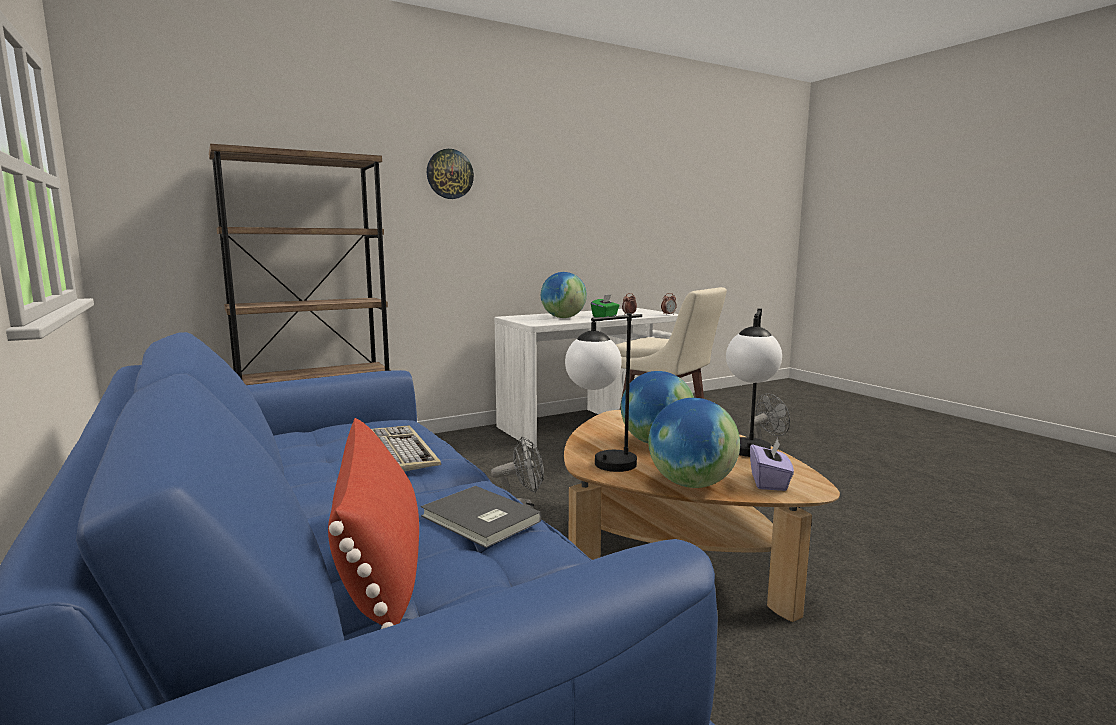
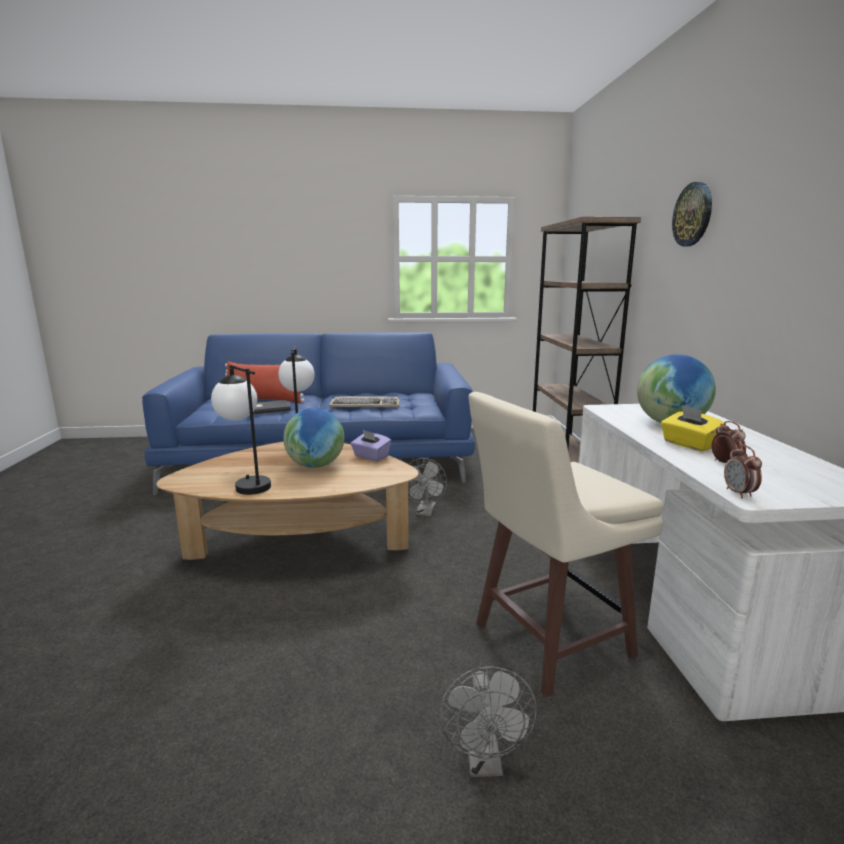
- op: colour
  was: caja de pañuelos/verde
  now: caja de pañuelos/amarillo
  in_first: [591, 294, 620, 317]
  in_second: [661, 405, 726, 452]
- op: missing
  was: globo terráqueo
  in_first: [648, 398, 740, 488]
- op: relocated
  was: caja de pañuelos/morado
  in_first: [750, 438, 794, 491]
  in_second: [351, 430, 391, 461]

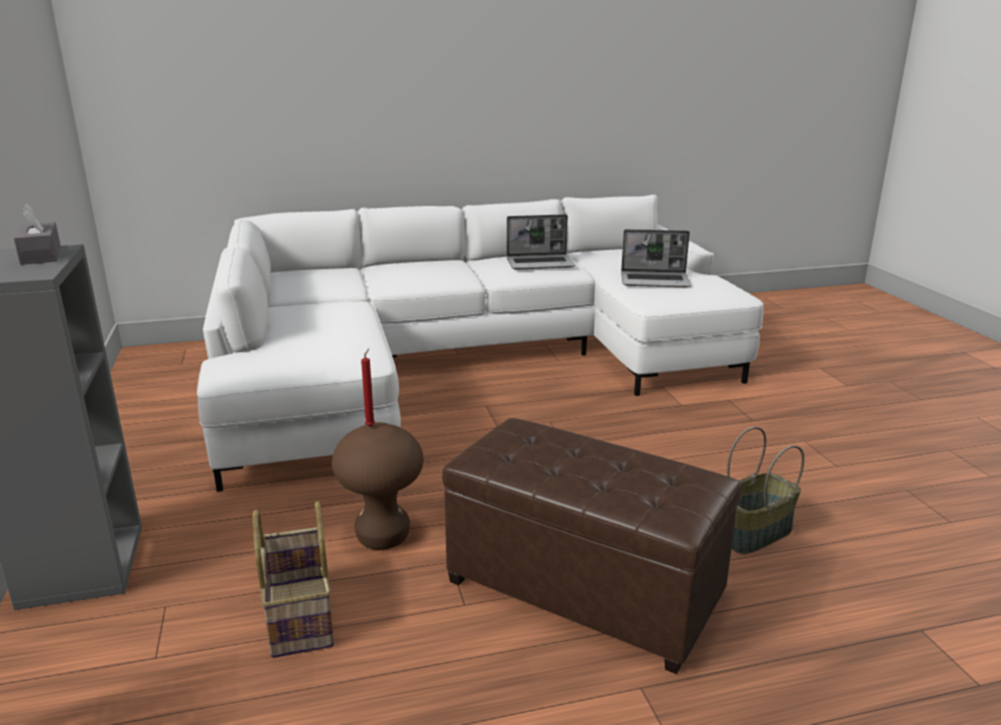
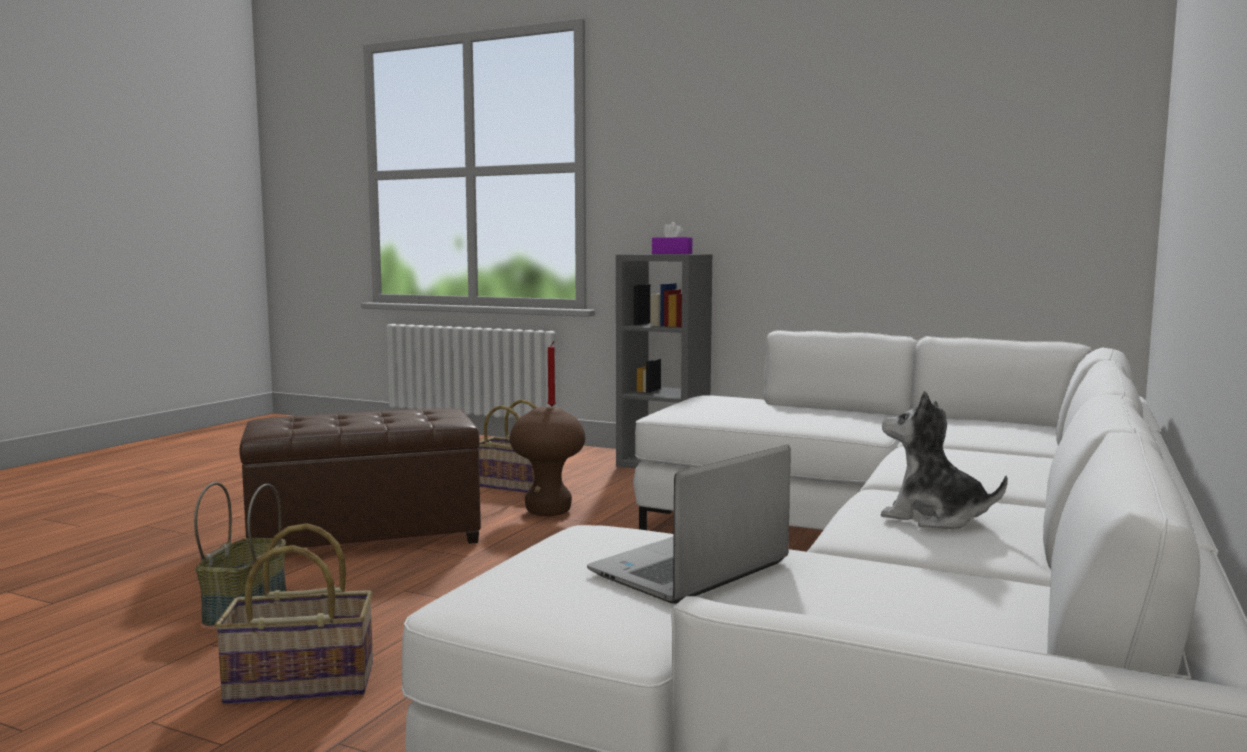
- op: colour
  was: caja de pañuelos/gris
  now: caja de pañuelos/morado
  in_first: [14, 204, 61, 265]
  in_second: [652, 222, 692, 254]
- op: exchanged
  was: portátil
  now: peluche
  in_first: [507, 214, 575, 270]
  in_second: [881, 391, 1008, 529]
- op: appeared
  now: cesta
  in_second: [214, 523, 373, 704]

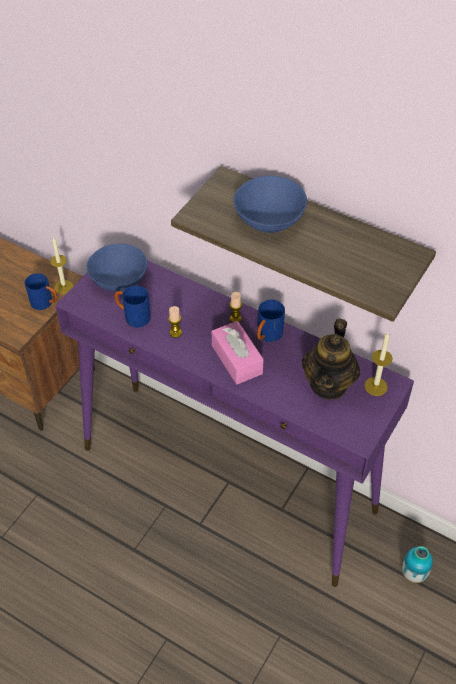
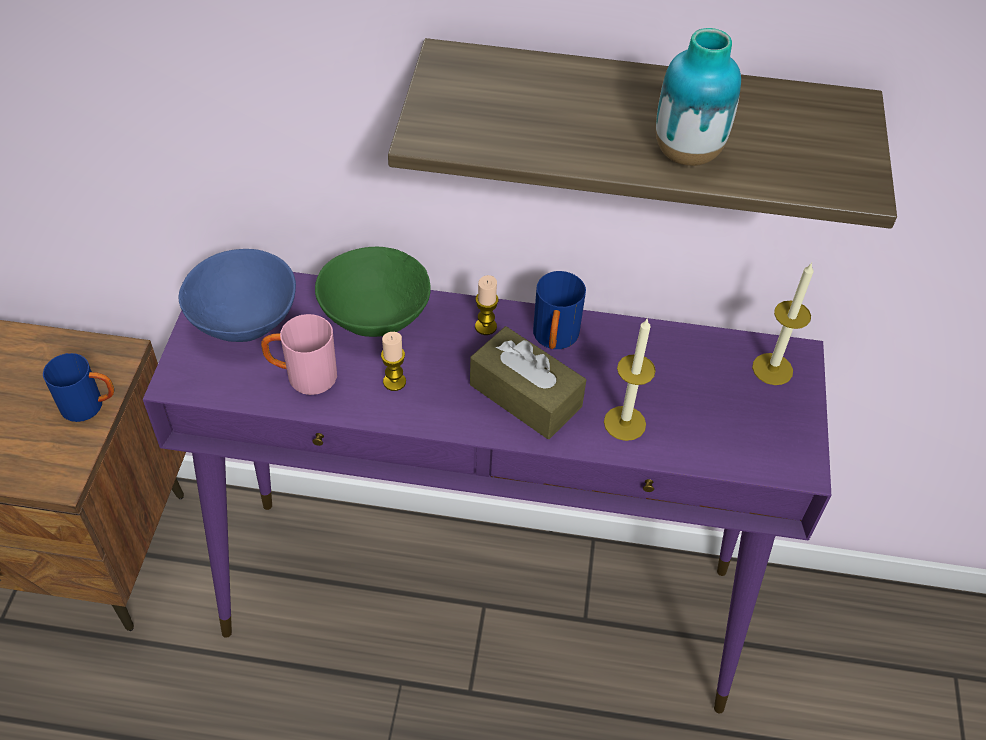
- op: relocated
  was: vela
  in_first: [50, 237, 73, 294]
  in_second: [604, 319, 656, 441]
- op: colour
  was: taza grande/azul
  now: taza grande/rosa
  in_first: [115, 286, 151, 328]
  in_second: [261, 314, 337, 395]
- op: colour
  was: caja de pañuelos/rosa
  now: caja de pañuelos/marrón
  in_first: [212, 321, 264, 384]
  in_second: [470, 326, 586, 439]
- op: missing
  was: cuenco/azul
  in_first: [233, 176, 307, 233]
- op: missing
  was: tetera
  in_first: [302, 318, 360, 400]
- op: relocated
  was: florero
  in_first: [402, 546, 433, 583]
  in_second: [656, 28, 741, 166]
- op: appeared
  now: cuenco/verde
  in_second: [315, 247, 431, 337]

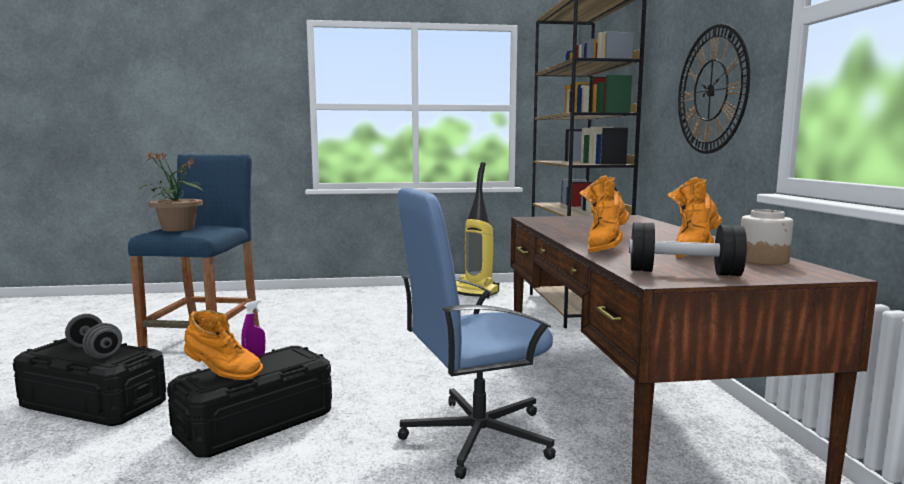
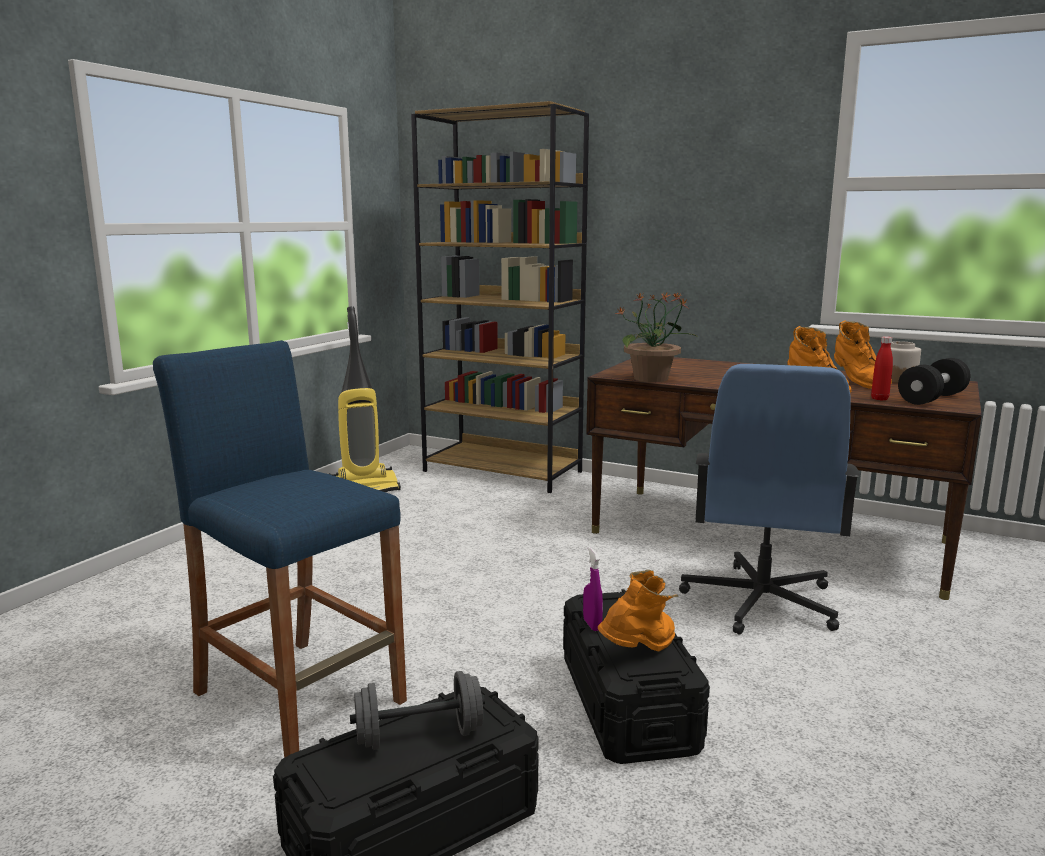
- op: relocated
  was: planta en maceta
  in_first: [139, 152, 203, 231]
  in_second: [615, 291, 696, 382]
- op: missing
  was: reloj de pared
  in_first: [678, 24, 750, 154]
- op: appeared
  now: botella/rojo
  in_second: [871, 336, 893, 400]

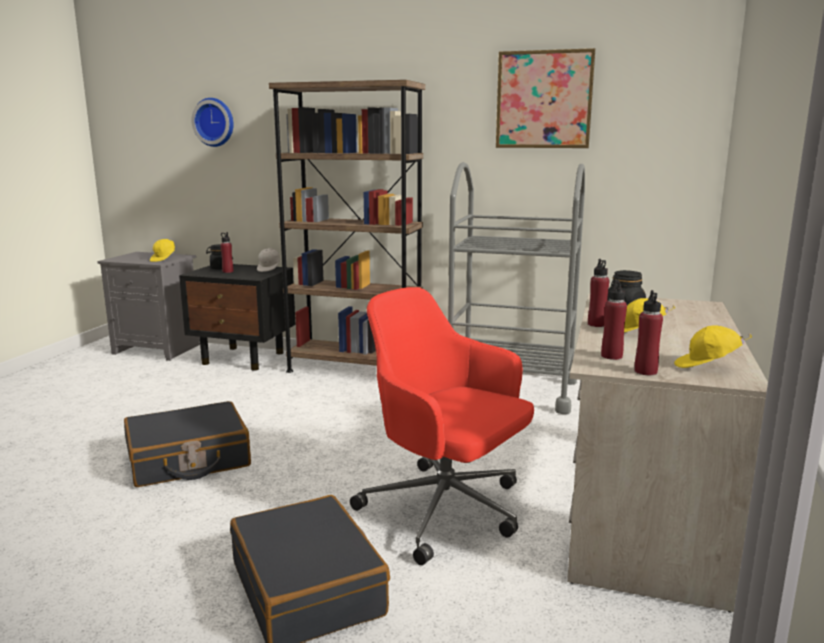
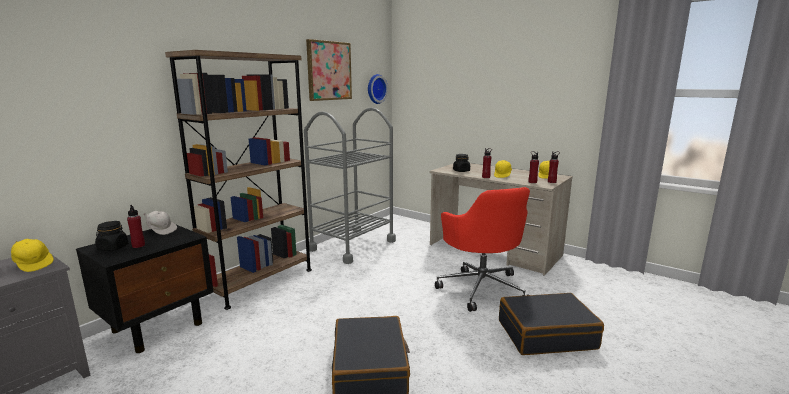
- op: relocated
  was: reloj de pared
  in_first: [191, 98, 234, 147]
  in_second: [368, 74, 388, 104]
- op: spun
  was: silla de oficina/rojo
  in_first: [350, 287, 534, 565]
  in_second: [435, 187, 530, 312]
  clockwise: -75

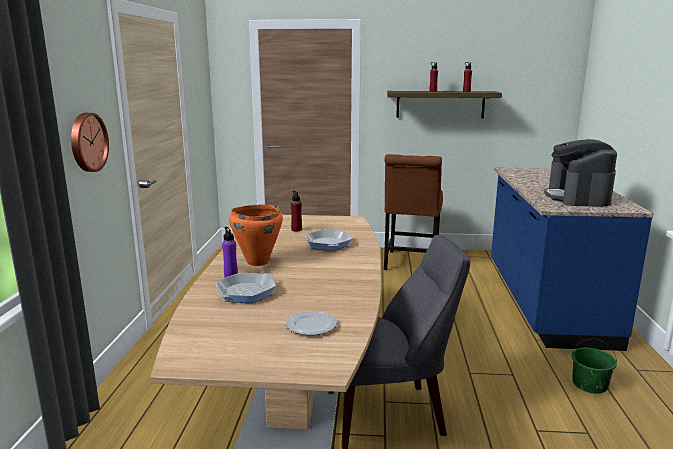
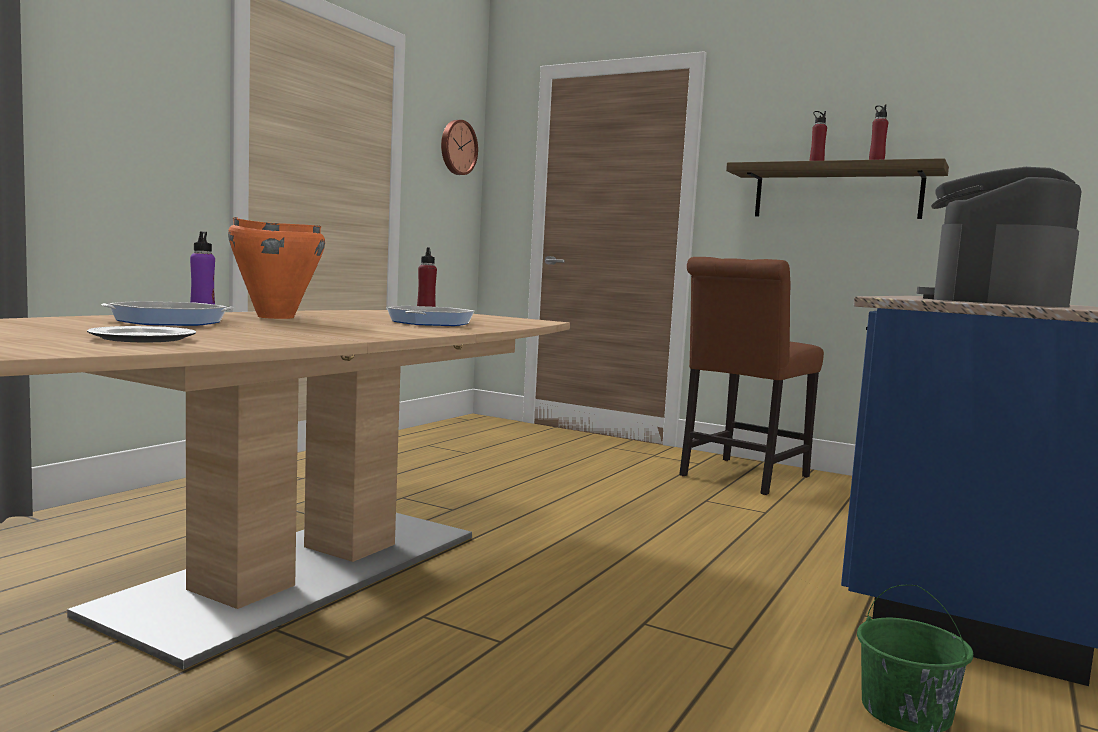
- op: relocated
  was: reloj de pared
  in_first: [71, 113, 109, 172]
  in_second: [441, 120, 478, 175]
- op: missing
  was: silla/gris
  in_first: [328, 235, 470, 449]

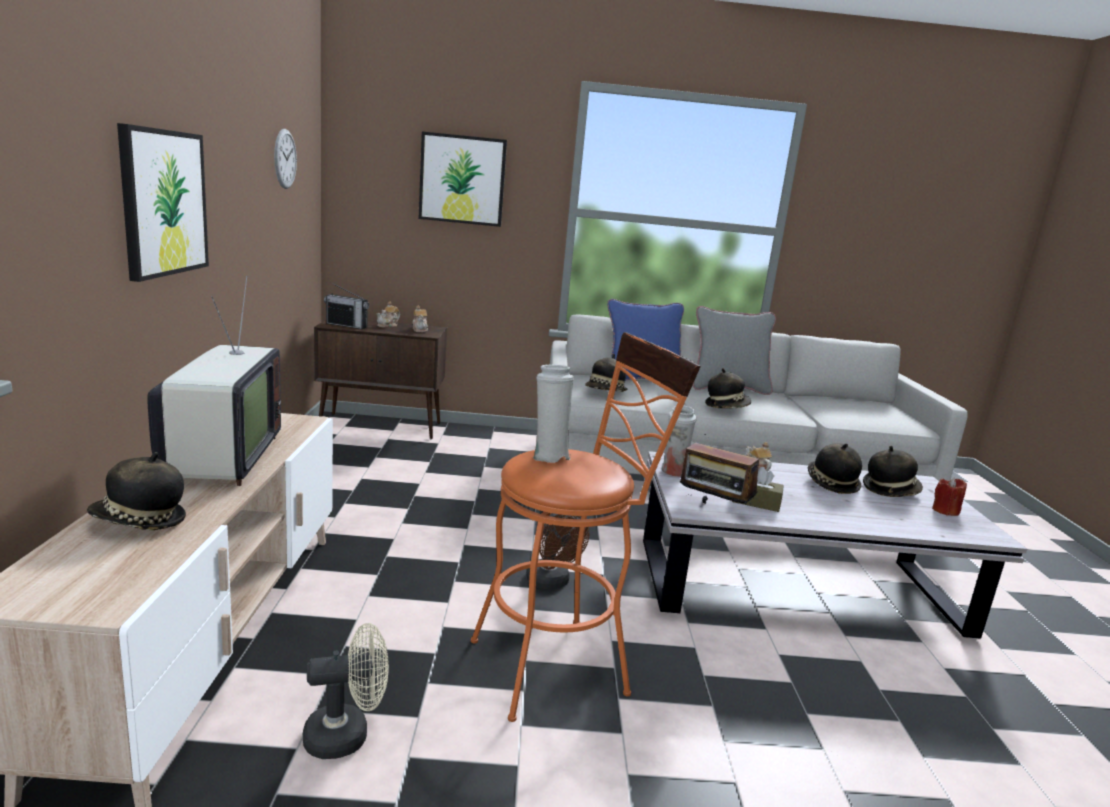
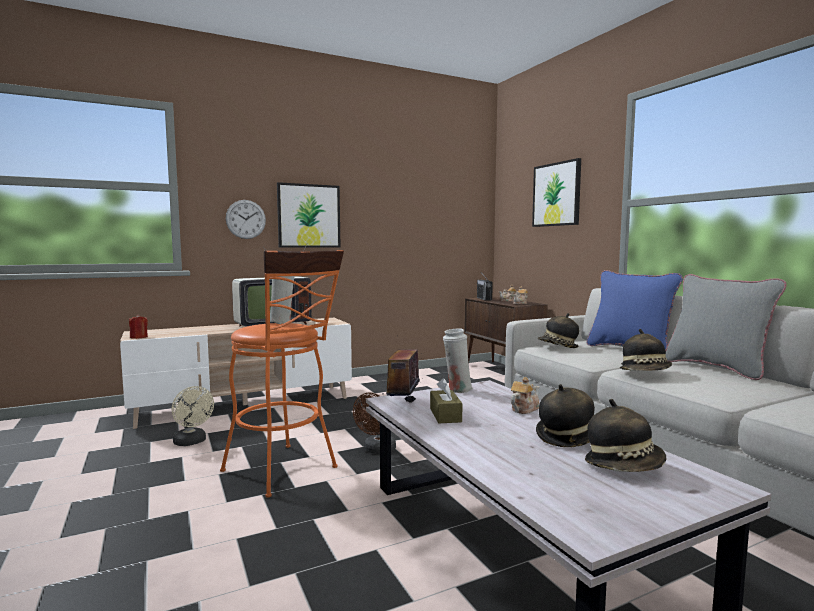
- op: missing
  was: sombrero
  in_first: [87, 452, 186, 530]
- op: relocated
  was: reloj de pared
  in_first: [274, 129, 297, 189]
  in_second: [226, 200, 266, 239]
- op: relocated
  was: vela/rojo
  in_first: [932, 477, 967, 516]
  in_second: [129, 314, 148, 339]

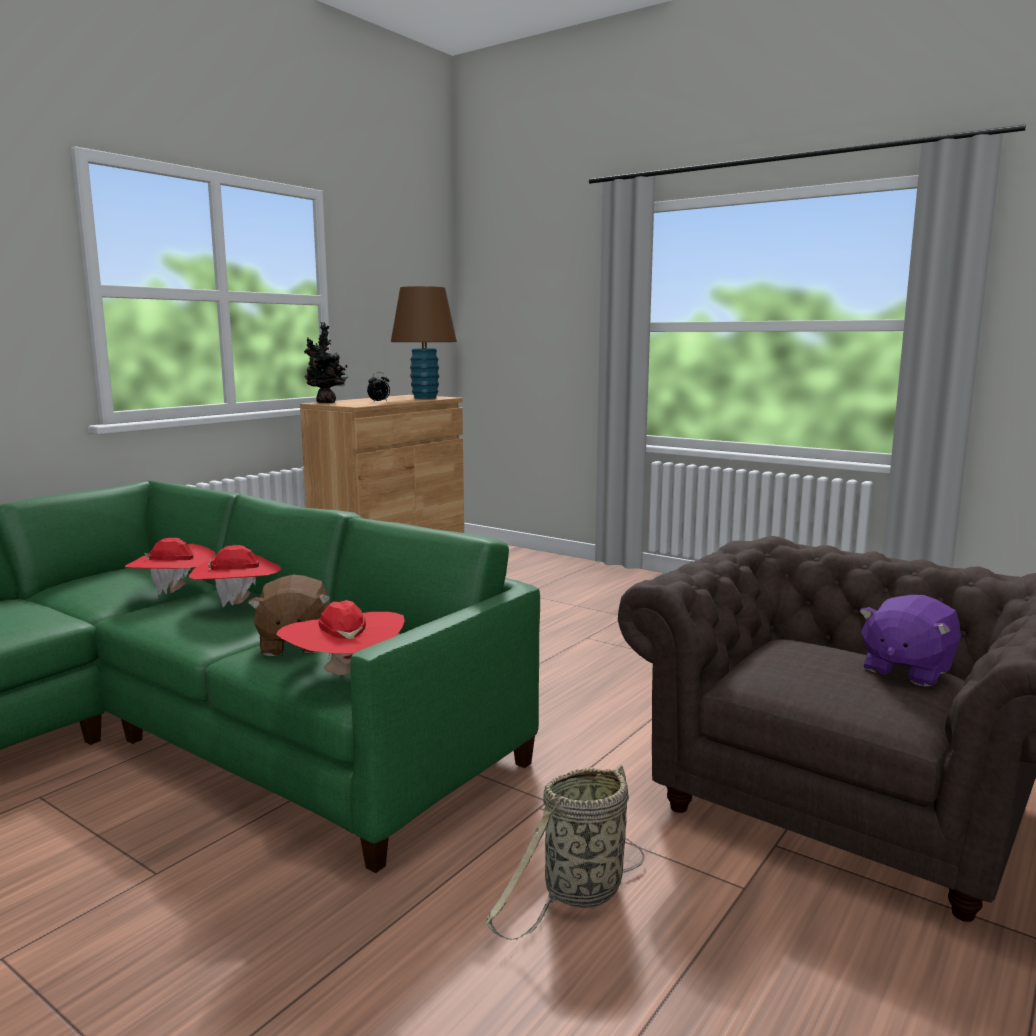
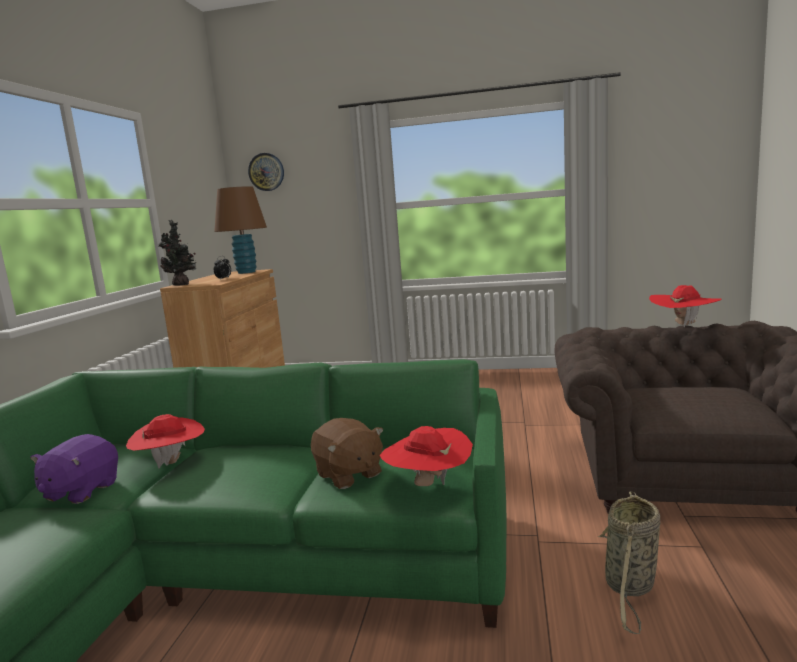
- op: relocated
  was: sombrero/rojo
  in_first: [189, 545, 281, 607]
  in_second: [649, 285, 722, 328]
- op: relocated
  was: peluche/morado
  in_first: [859, 595, 961, 687]
  in_second: [30, 434, 118, 504]
- op: appeared
  now: reloj de pared
  in_second: [248, 153, 284, 191]

